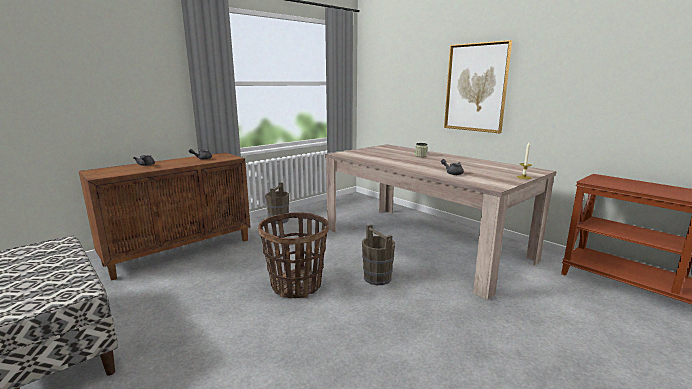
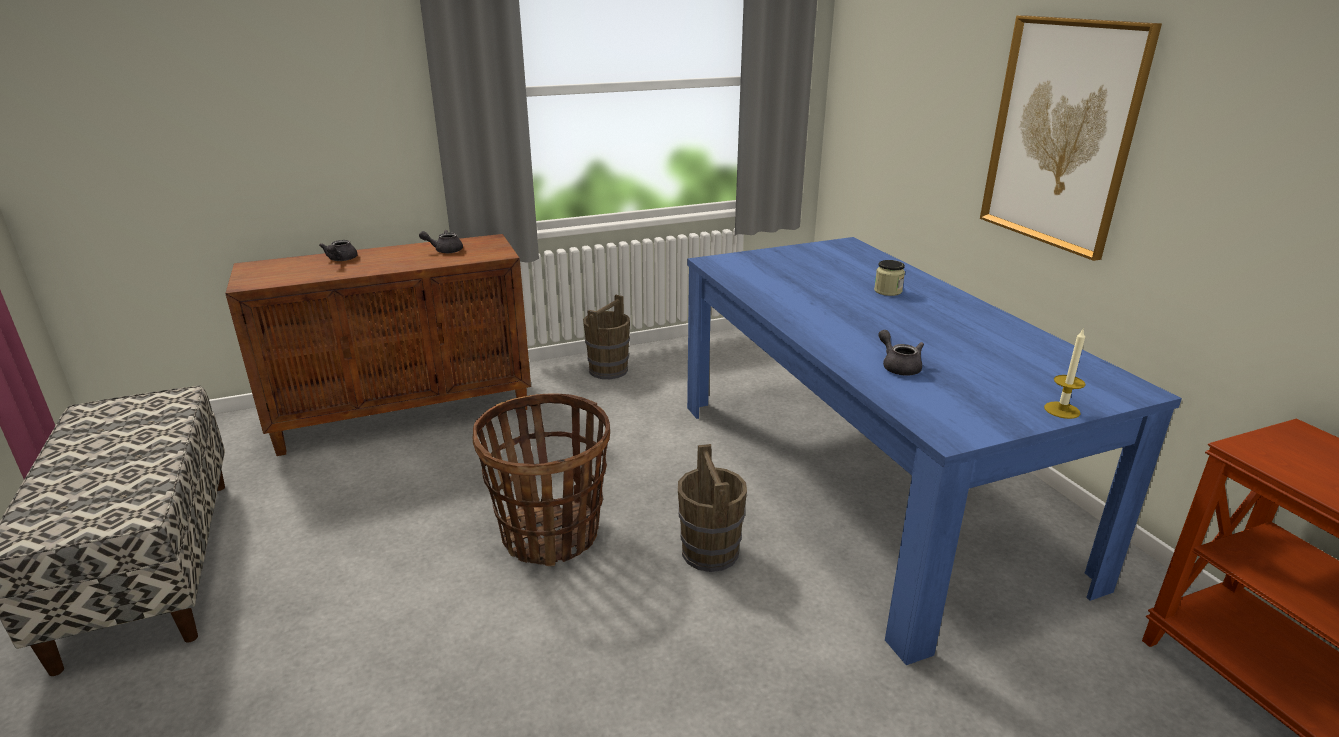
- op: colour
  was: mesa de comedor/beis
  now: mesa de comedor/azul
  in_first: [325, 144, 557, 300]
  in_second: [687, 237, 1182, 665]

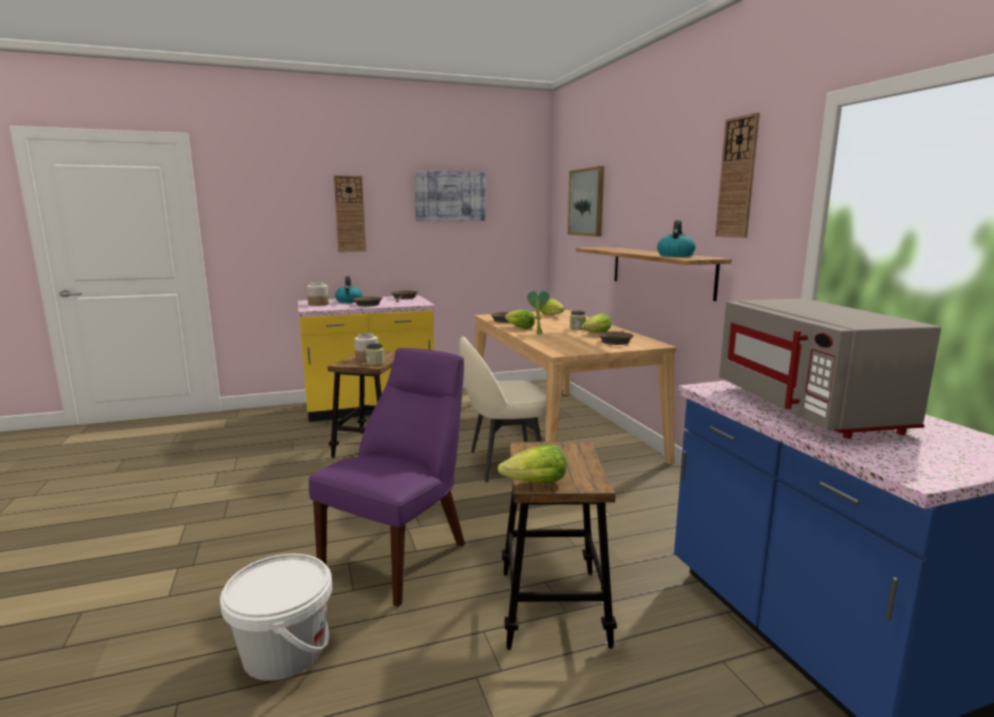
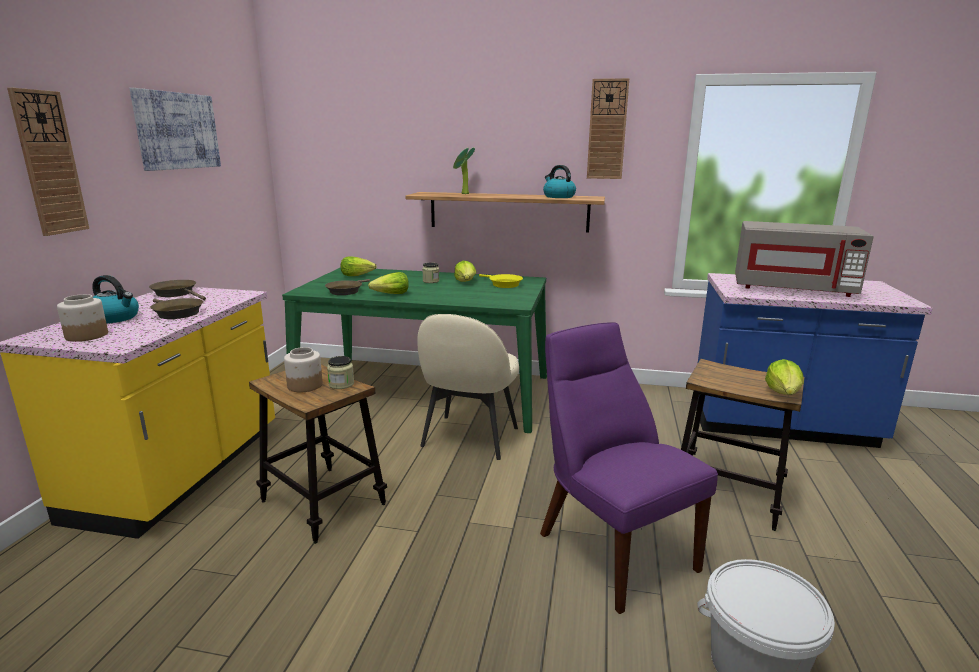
- op: colour
  was: mesa de comedor/beis
  now: mesa de comedor/verde
  in_first: [471, 310, 677, 464]
  in_second: [282, 267, 547, 433]
- op: relocated
  was: planta en maceta
  in_first: [527, 291, 550, 334]
  in_second: [453, 147, 475, 194]
- op: missing
  was: cuadro
  in_first: [568, 166, 604, 237]
- op: colour
  was: sartén/marrón
  now: sartén/amarillo
  in_first: [598, 331, 634, 345]
  in_second: [479, 274, 523, 288]

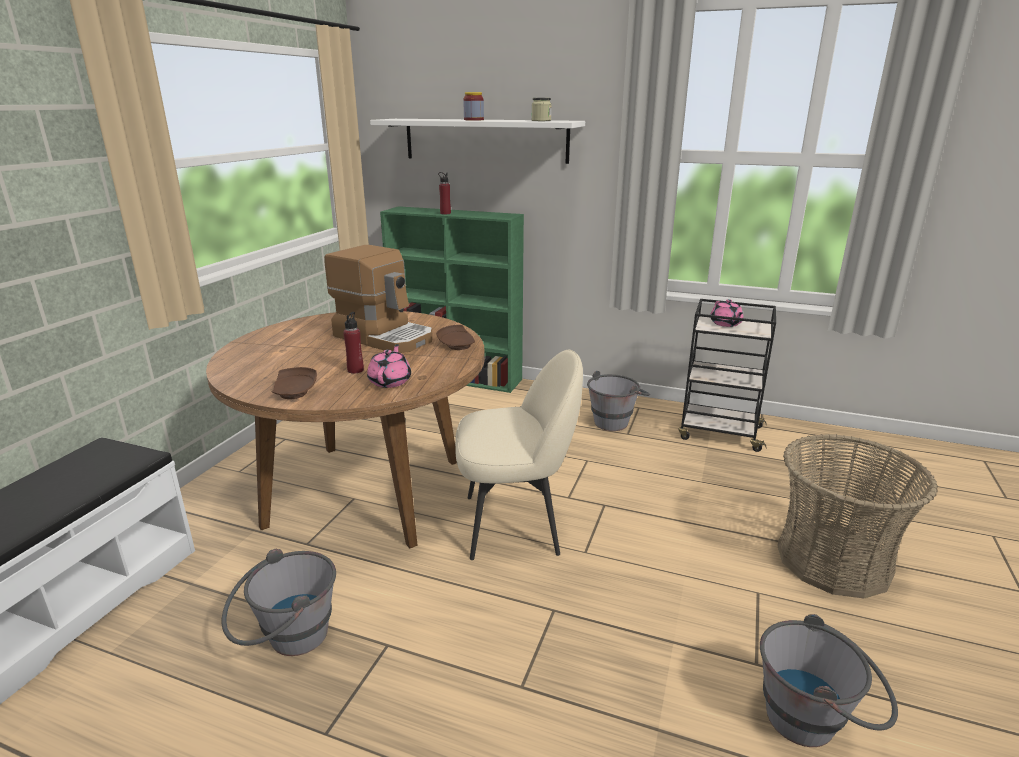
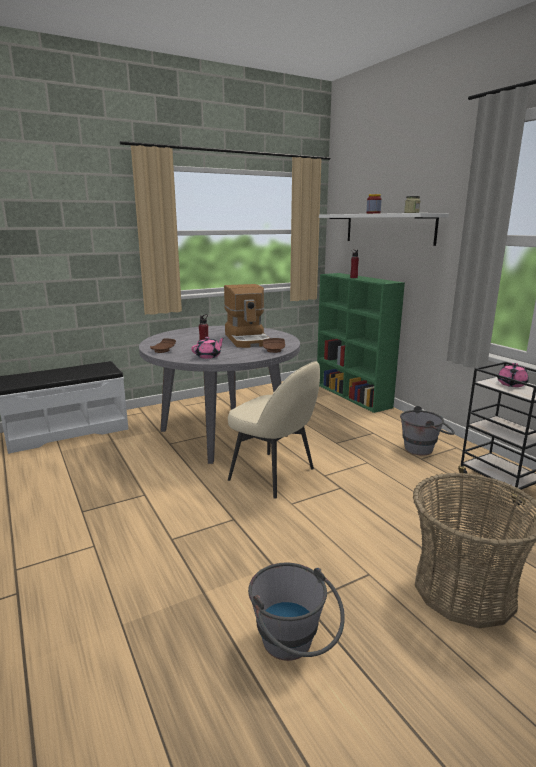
- op: colour
  was: mesa de comedor/marrón
  now: mesa de comedor/gris
  in_first: [206, 311, 485, 548]
  in_second: [139, 326, 300, 464]
- op: missing
  was: cubo/gris
  in_first: [222, 549, 336, 656]

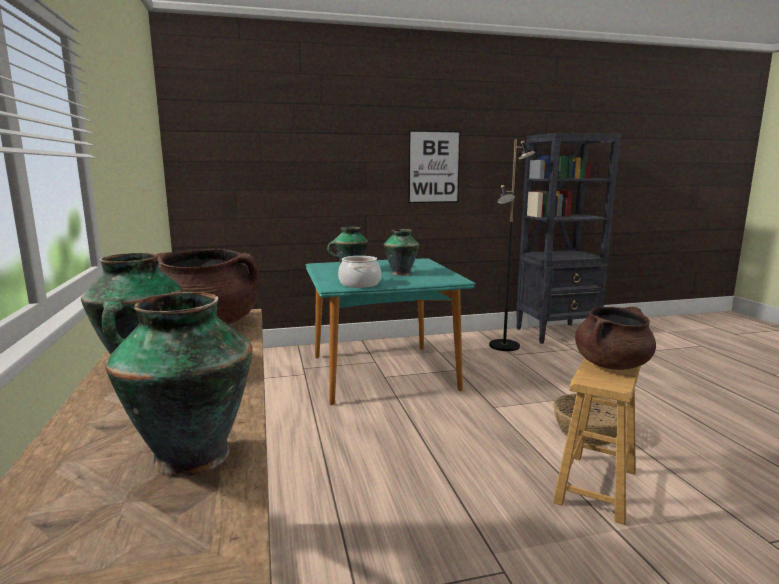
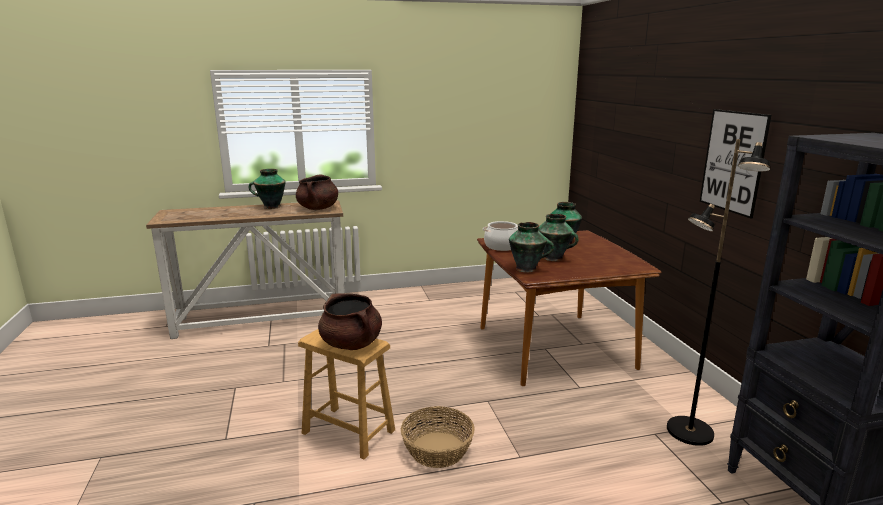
- op: relocated
  was: florero
  in_first: [105, 292, 252, 477]
  in_second: [509, 222, 554, 273]
- op: colour
  was: mesa de comedor/turquesa
  now: mesa de comedor/marrón
  in_first: [306, 258, 475, 405]
  in_second: [477, 230, 662, 386]

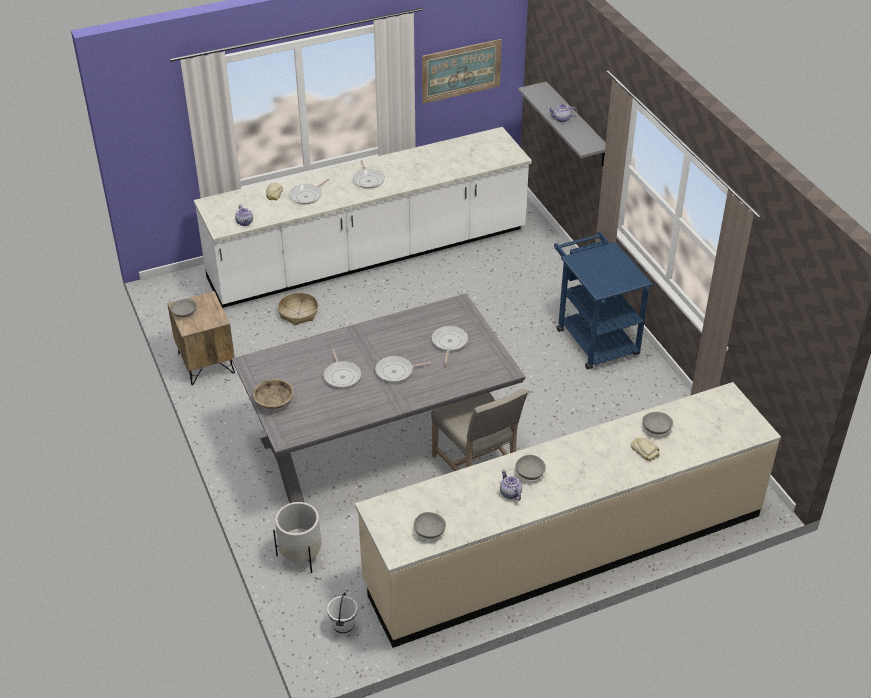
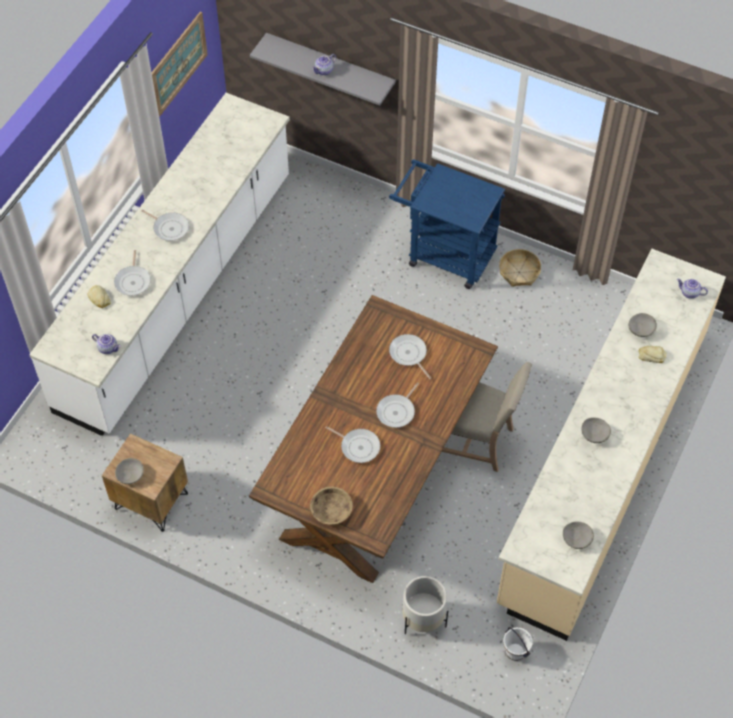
- op: colour
  was: mesa de comedor/gris
  now: mesa de comedor/marrón
  in_first: [232, 293, 525, 503]
  in_second: [249, 295, 498, 583]
- op: relocated
  was: cesta
  in_first: [278, 292, 318, 326]
  in_second: [499, 249, 541, 287]
- op: relocated
  was: tetera
  in_first: [500, 470, 522, 501]
  in_second: [677, 279, 708, 299]

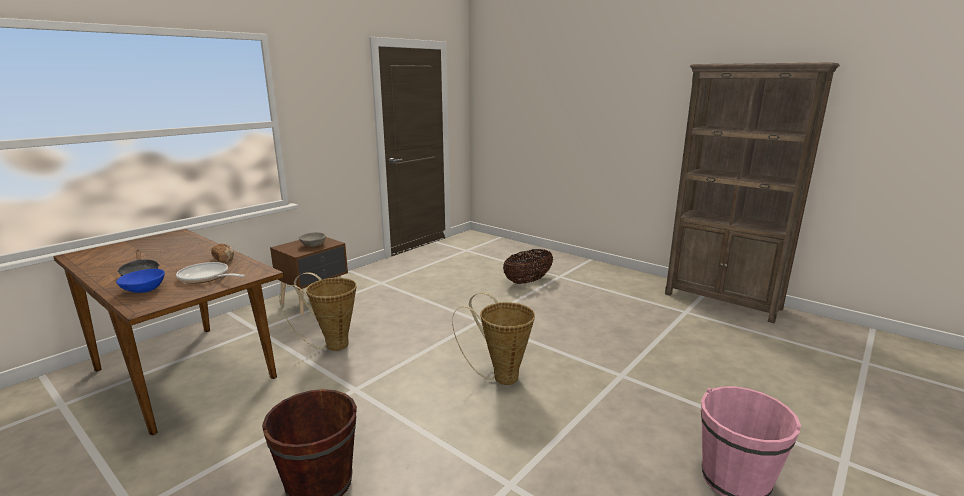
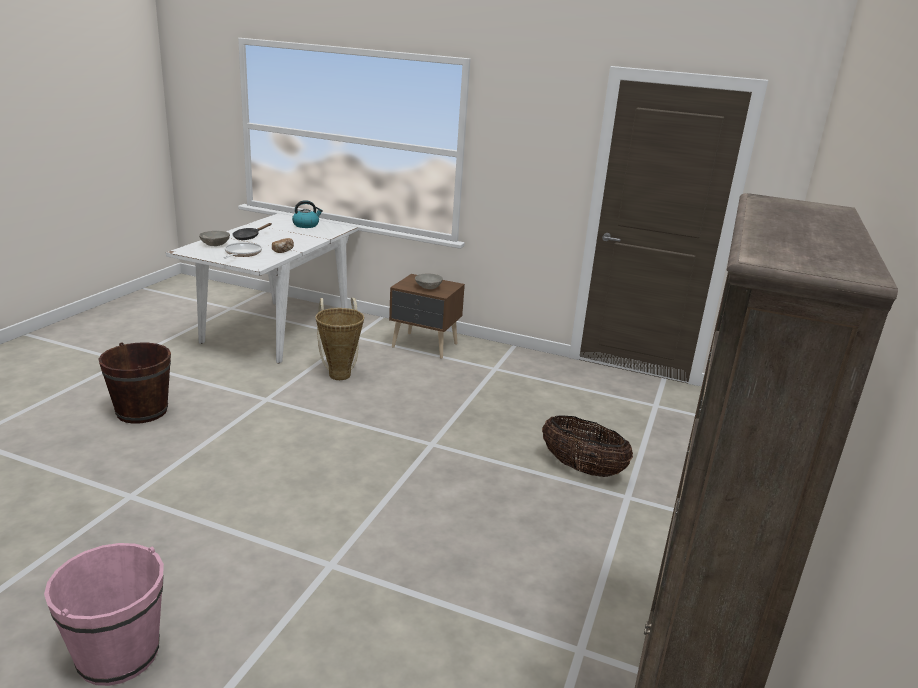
- op: colour
  was: mesa de comedor/marrón
  now: mesa de comedor/blanco
  in_first: [53, 229, 284, 435]
  in_second: [166, 213, 358, 363]
- op: colour
  was: cuenco/azul
  now: cuenco/gris
  in_first: [116, 269, 165, 293]
  in_second: [199, 231, 230, 246]
- op: missing
  was: cesta
  in_first: [452, 292, 535, 385]
- op: appeared
  now: hervidor
  in_second: [292, 200, 323, 228]

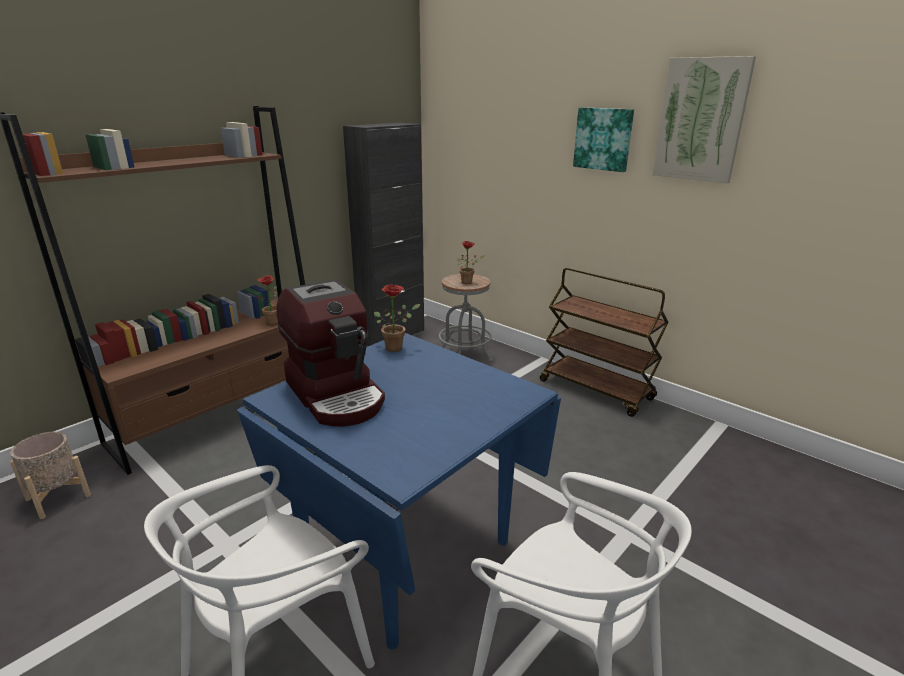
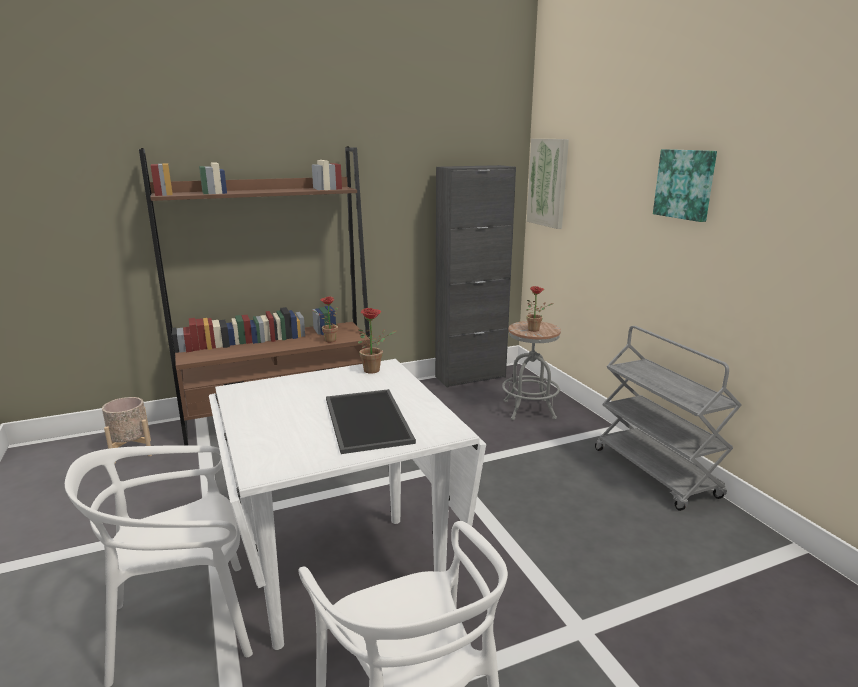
- op: colour
  was: mesa de comedor/azul
  now: mesa de comedor/blanco
  in_first: [237, 333, 561, 650]
  in_second: [209, 359, 486, 650]
- op: missing
  was: cafetera
  in_first: [277, 279, 385, 427]
- op: colour
  was: carrito/marrón
  now: carrito/gris
  in_first: [540, 268, 669, 417]
  in_second: [595, 326, 742, 511]
- op: relocated
  was: cuadro
  in_first: [652, 56, 756, 183]
  in_second: [527, 139, 569, 229]
- op: appeared
  now: bandeja
  in_second: [326, 389, 416, 454]

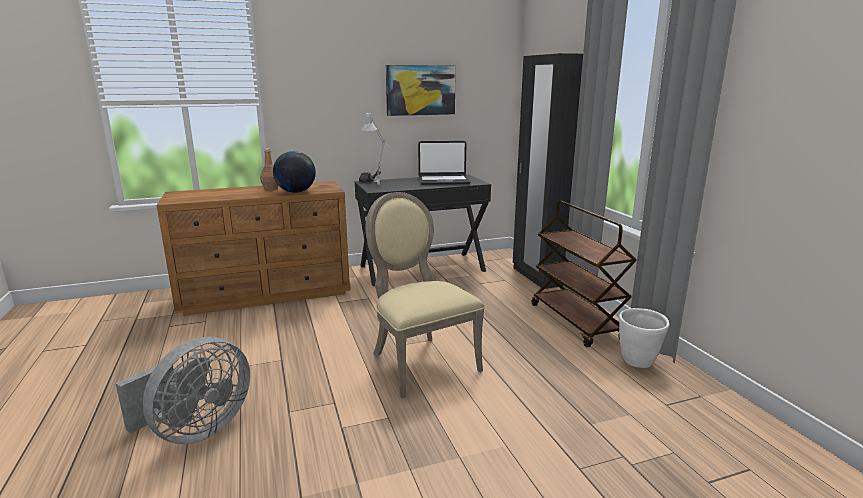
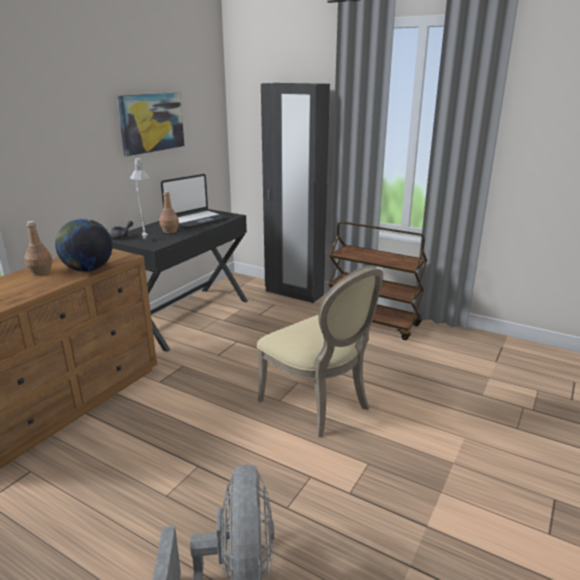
- op: spun
  was: silla/beis
  in_first: [366, 192, 485, 398]
  in_second: [256, 266, 383, 437]
  clockwise: -150
- op: missing
  was: maceta/blanco
  in_first: [619, 308, 669, 368]
- op: appeared
  now: botella/marrón
  in_second: [159, 191, 179, 233]

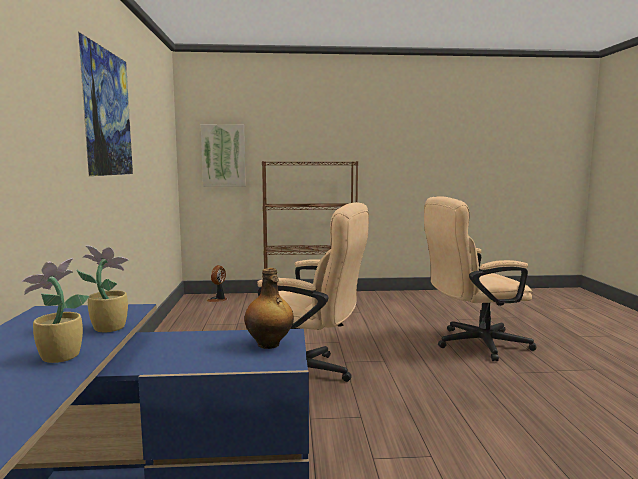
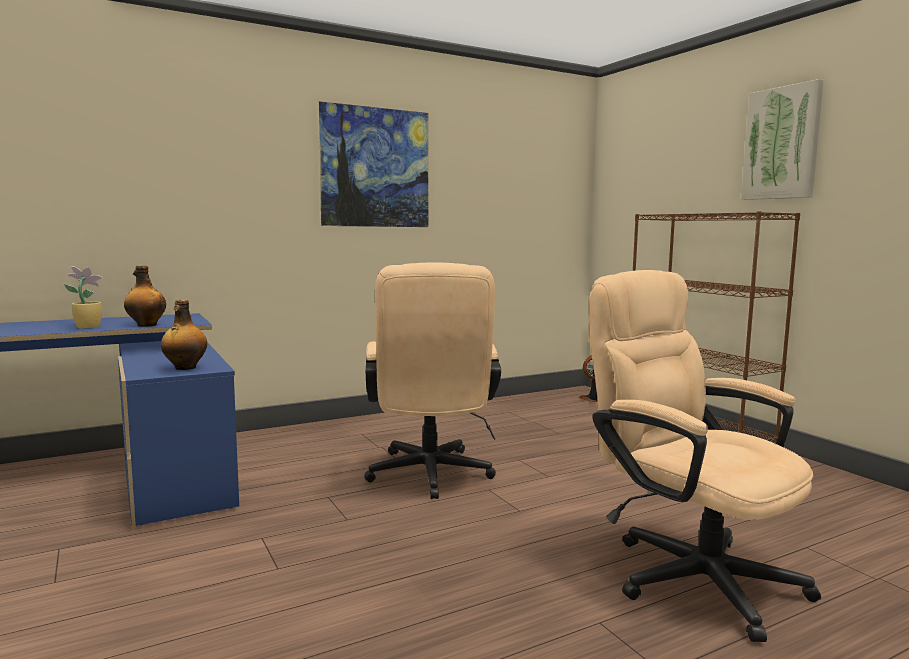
- op: exchanged
  was: planta en maceta
  now: botella
  in_first: [77, 245, 129, 332]
  in_second: [124, 265, 166, 327]
- op: relocated
  was: cuadro
  in_first: [201, 124, 246, 187]
  in_second: [741, 79, 824, 200]

